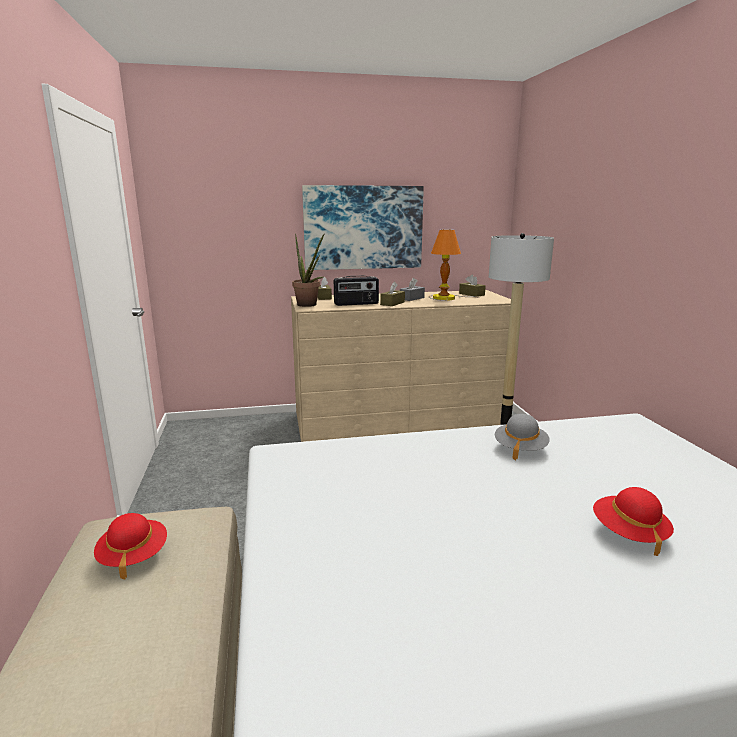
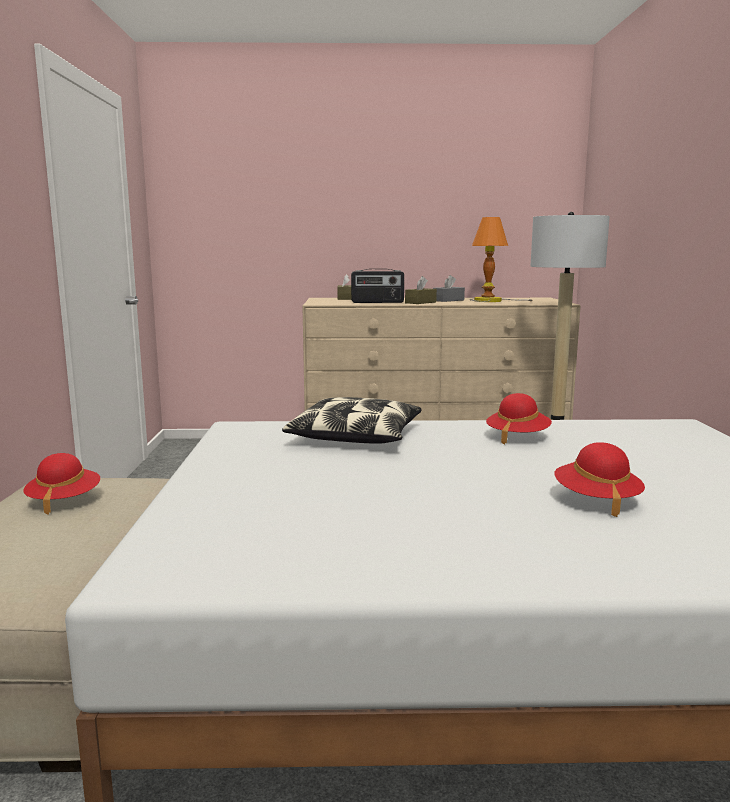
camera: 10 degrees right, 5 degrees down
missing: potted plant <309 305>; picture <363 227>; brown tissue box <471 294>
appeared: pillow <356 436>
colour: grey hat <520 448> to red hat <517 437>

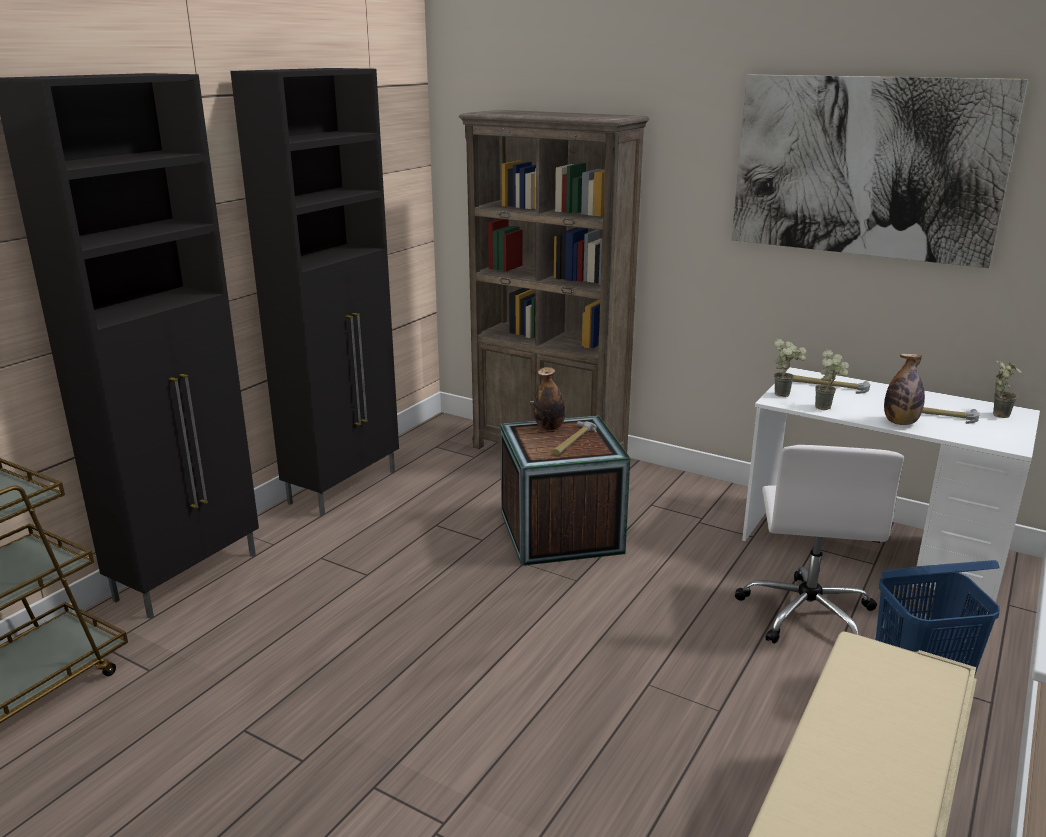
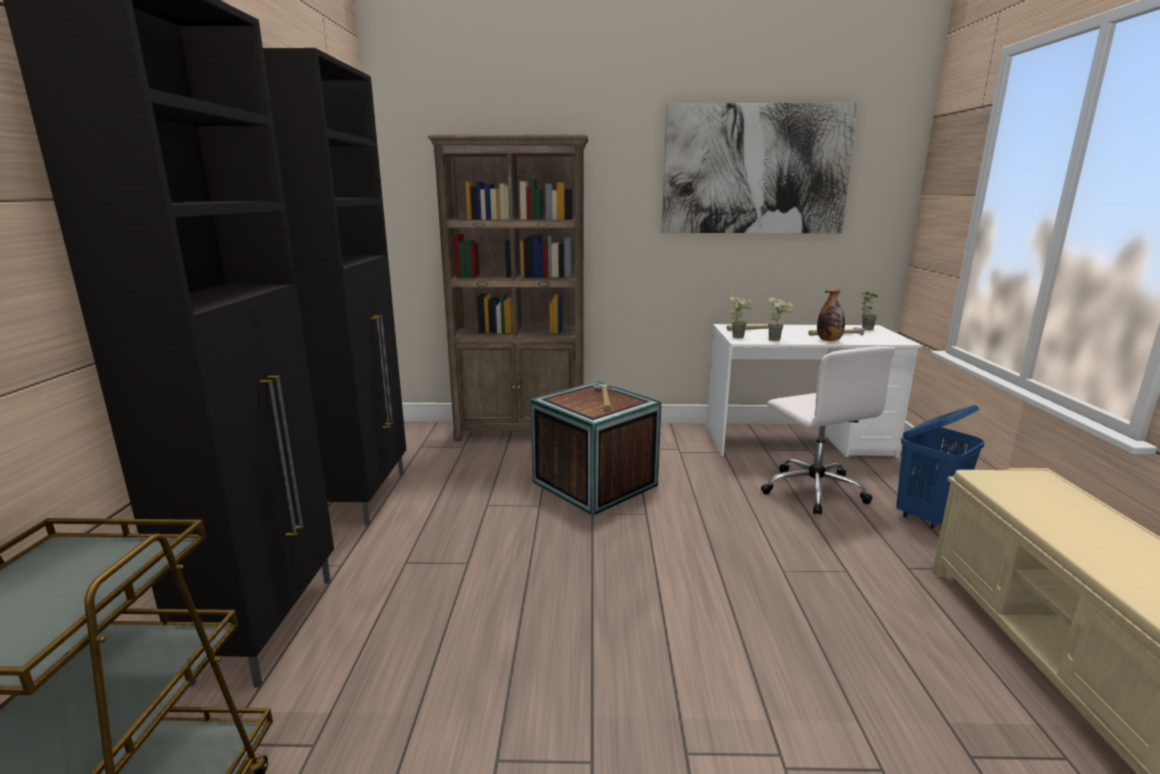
camera: 30 degrees left, 5 degrees down
missing: bottle <549 427>

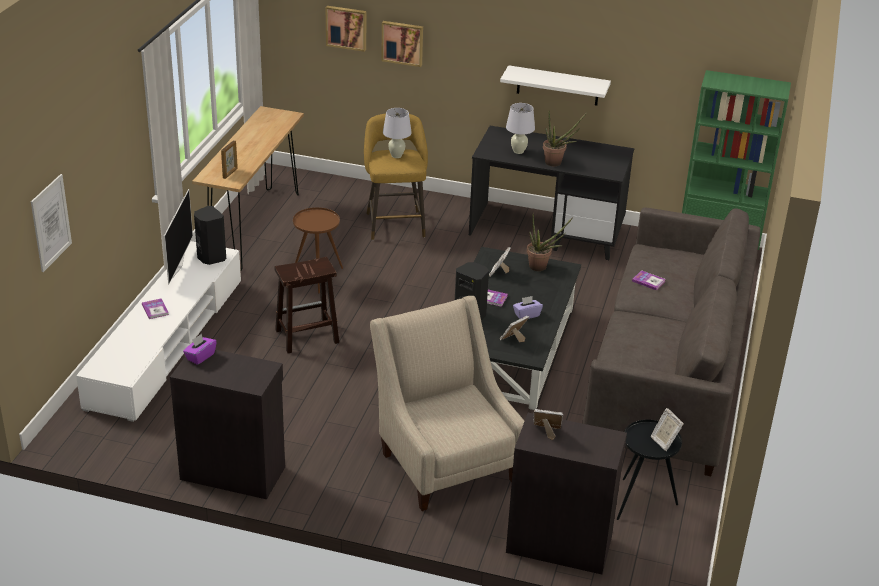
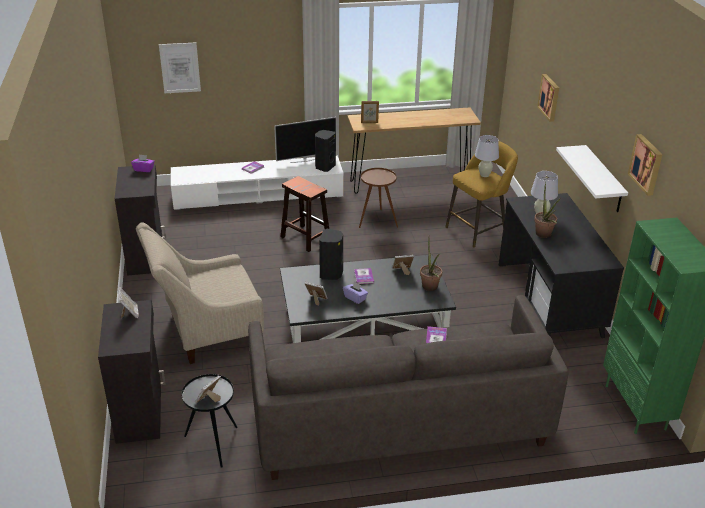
camera: 65 degrees right, 0 degrees up
relocated: picture <346 27> to <647 164>
spun: beige armchair <444 461> = <206 333> 150 degrees counterclockwise

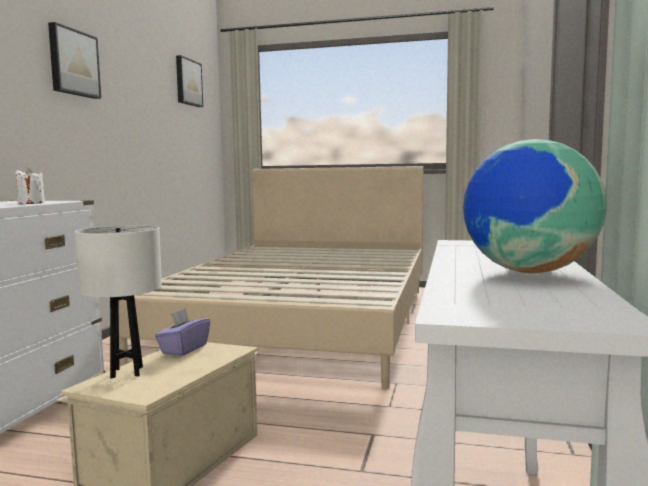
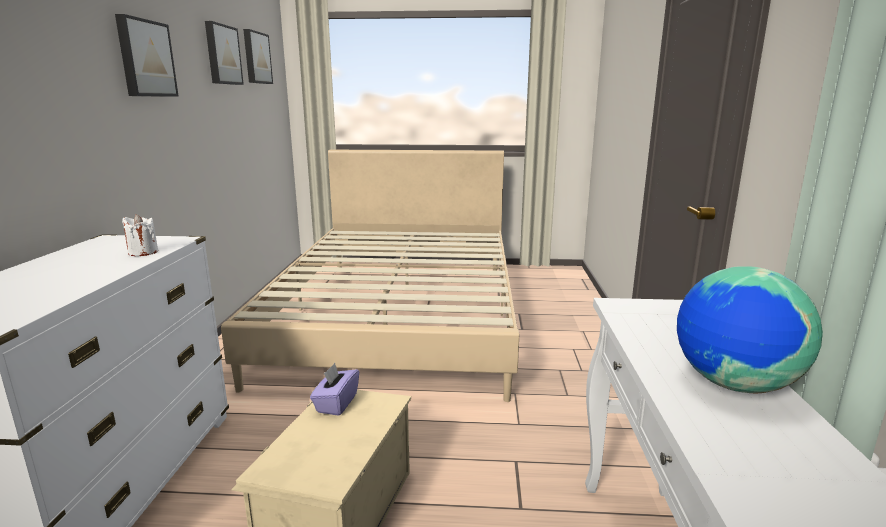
camera: 10 degrees left, 10 degrees up
missing: white table lamp <127 372>
appeared: picture <222 54>

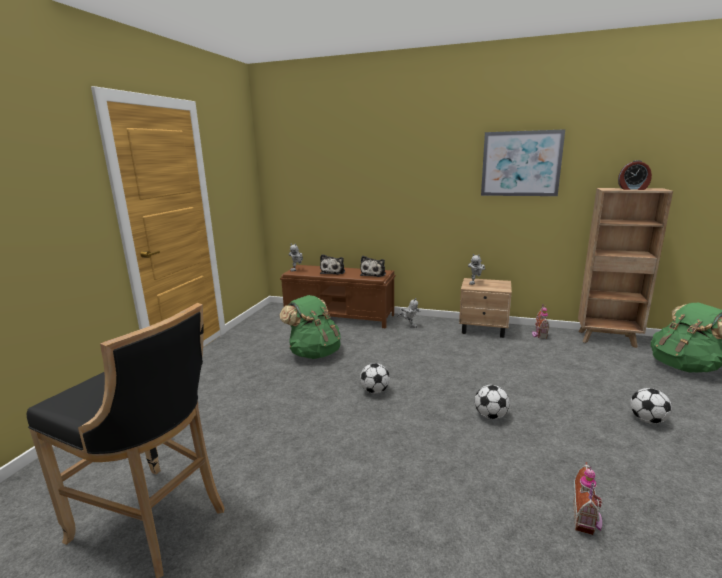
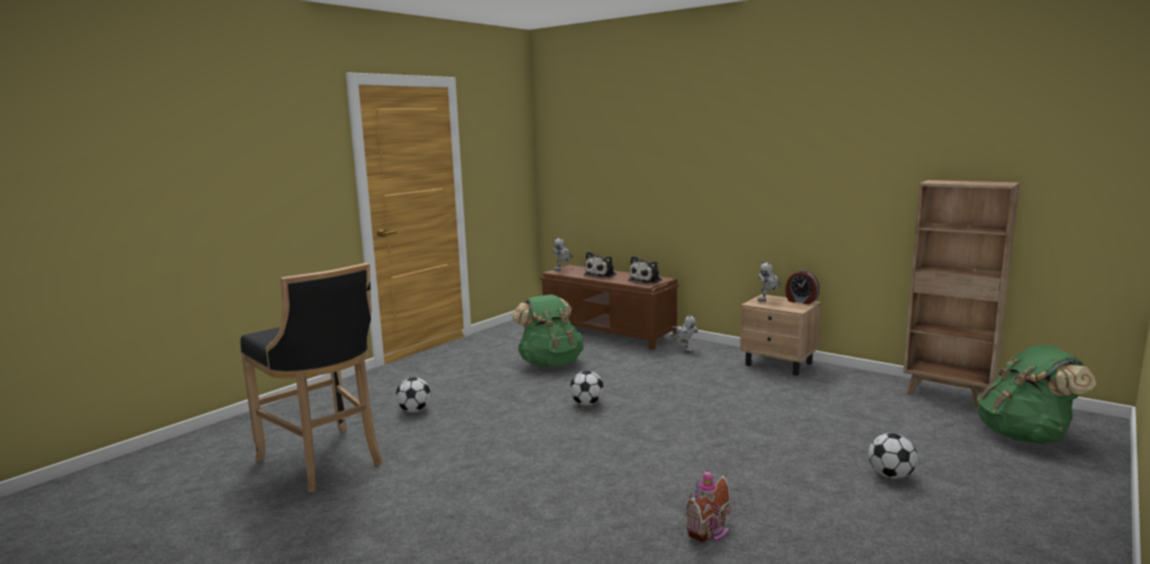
camera: 20 degrees right, 5 degrees down
missing: picture <521 164>; toy house <539 335>
relocated: football <490 416> to <415 411>; alarm clock <632 189> to <801 301>

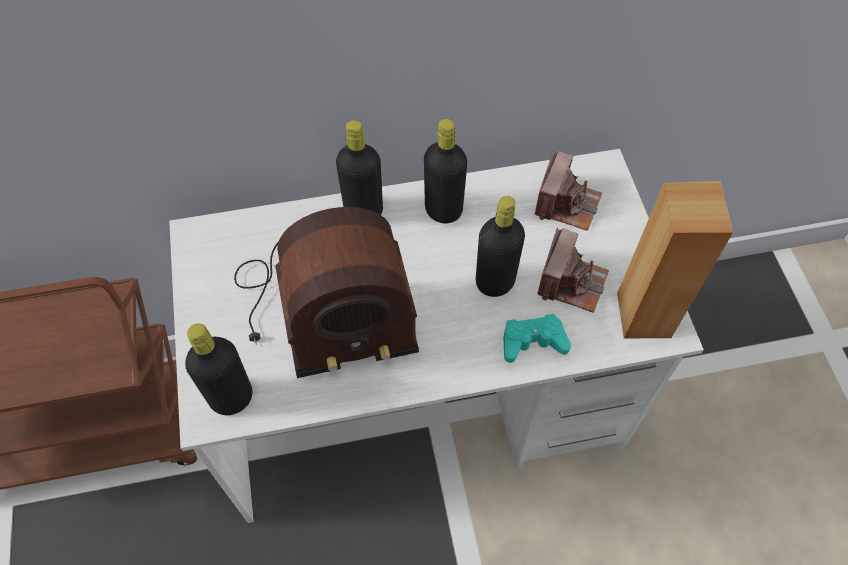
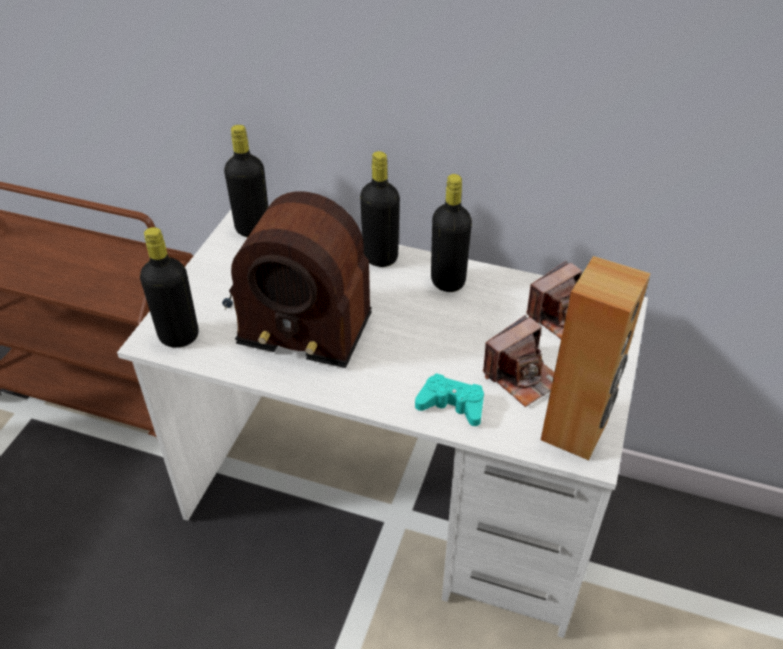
camera: 30 degrees right, 15 degrees down
relocated: black bottle <495 282> to <253 229>

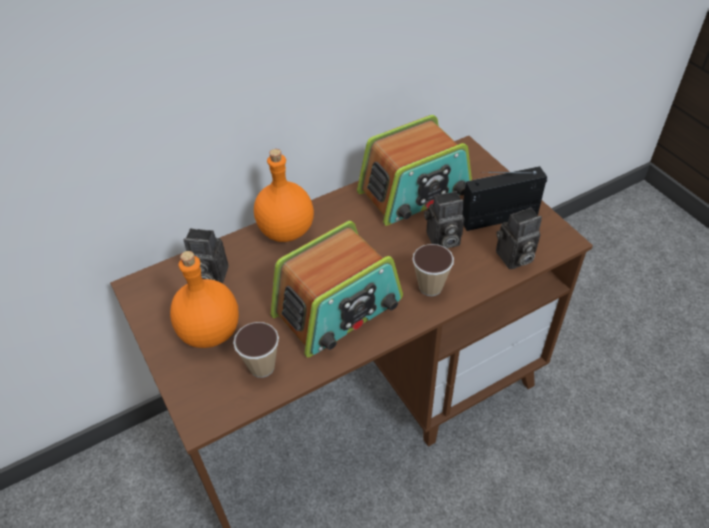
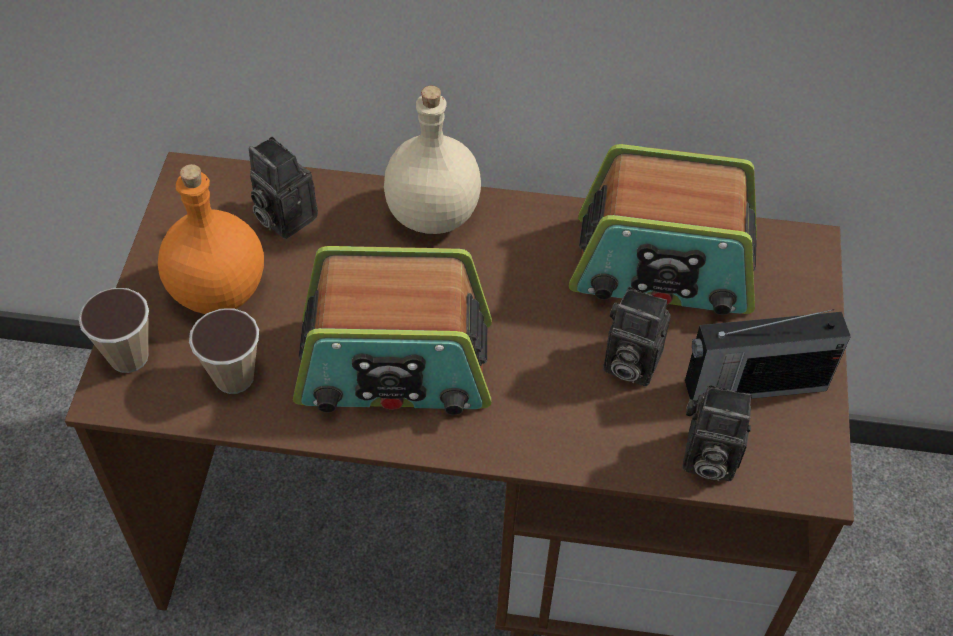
camera: 35 degrees right, 5 degrees up
relocated: cup <430 287> to <129 357>
colour: orange bottle <286 230> to beige bottle <433 213>
spun: radio <501 217> = <752 385> 150 degrees clockwise

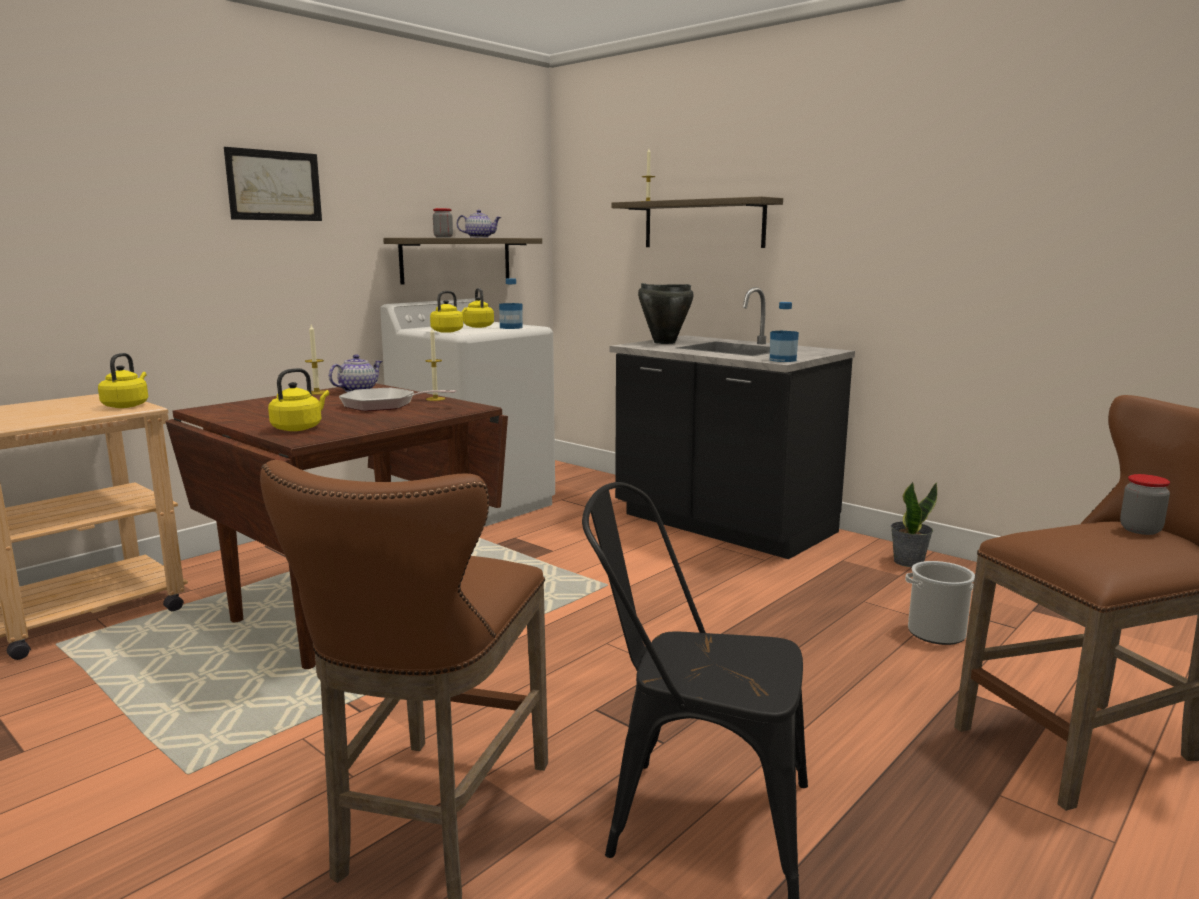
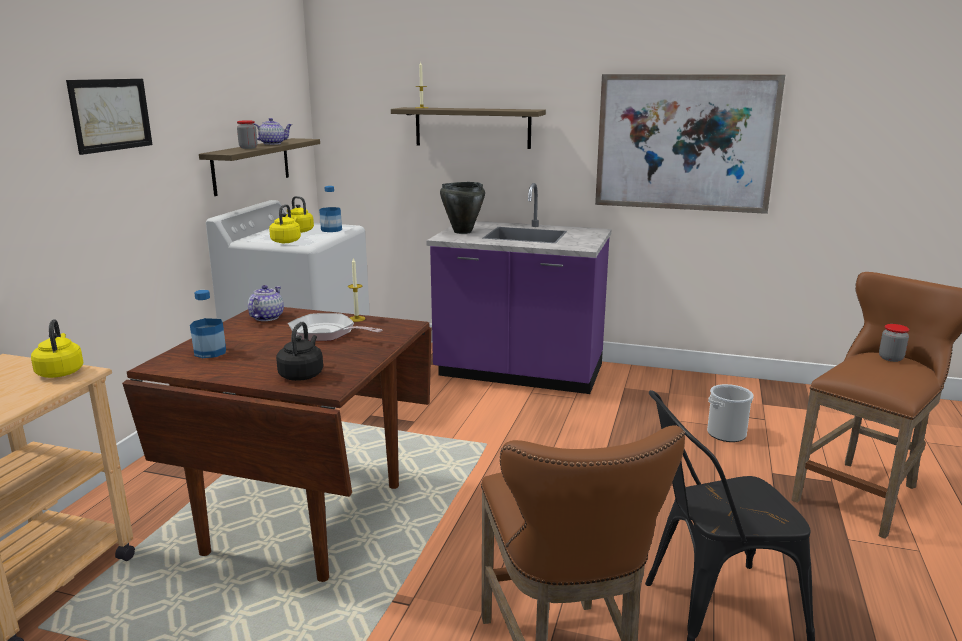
camera: 25 degrees left, 5 degrees up
missing: candle <317 392>; potted plant <908 561>
appeared: picture <684 143>
relocated: bottle <782 360> to <210 352>
colour: yellow kettle <299 428> to black kettle <302 374>; black counter <722 525> to purple counter <519 373>
spun: frying pan <384 405> = <326 333> 45 degrees clockwise

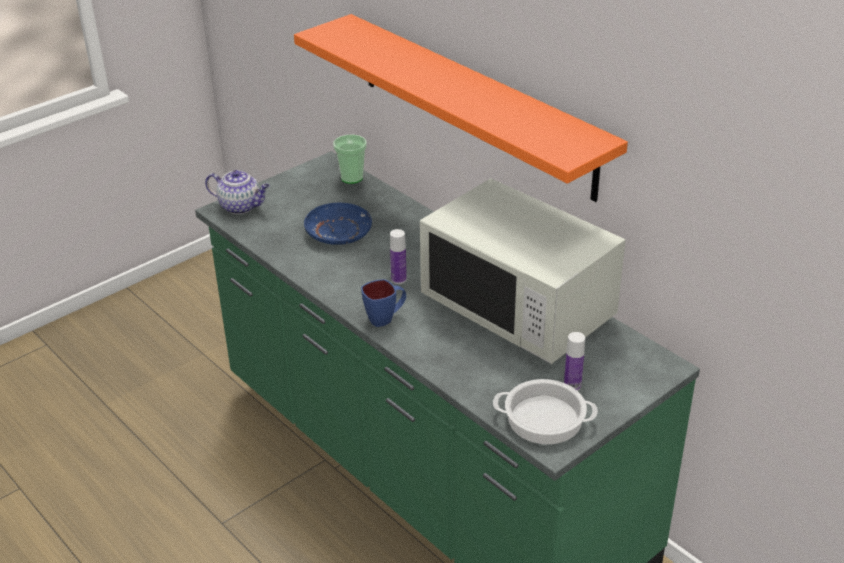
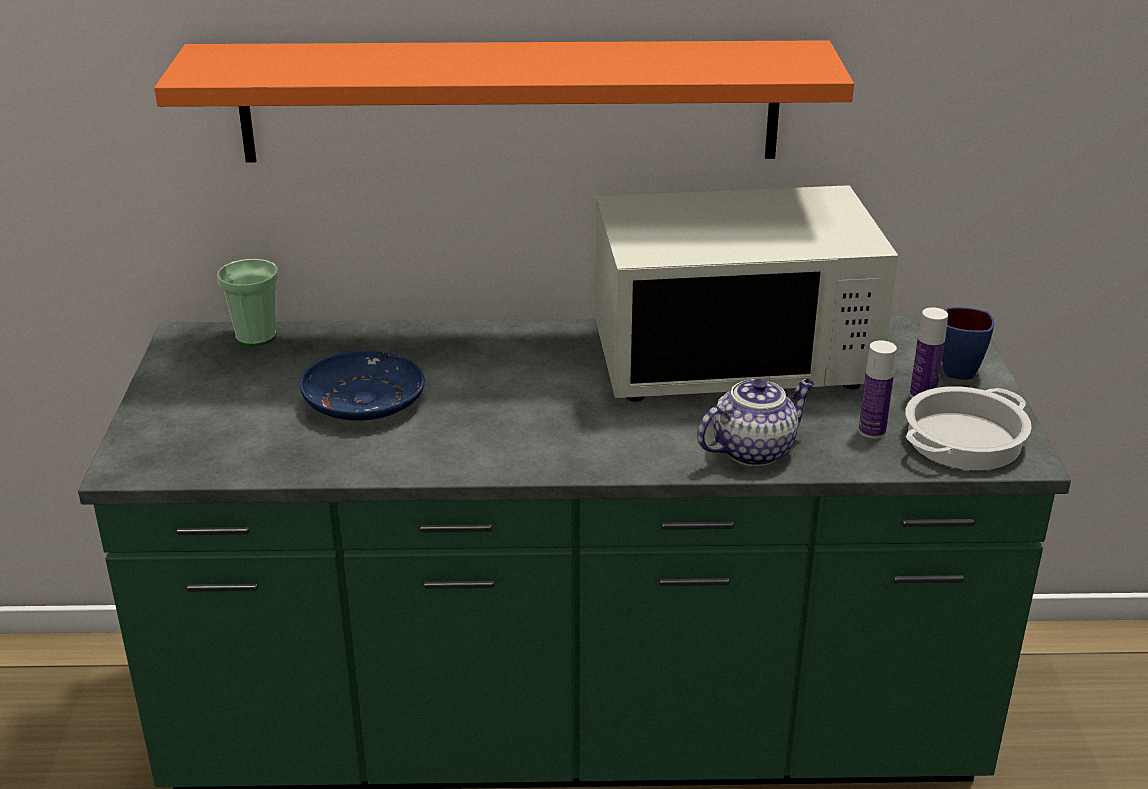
camera: 50 degrees left, 5 degrees down
relocated: teapot <241 206> to <754 450>; blue mug <385 318> to <959 367>; bottle <398 279> to <872 431>

